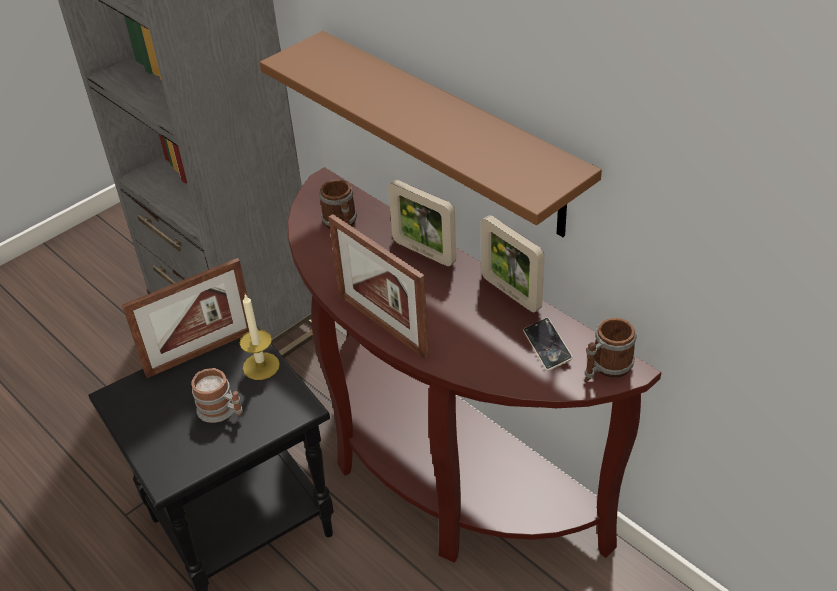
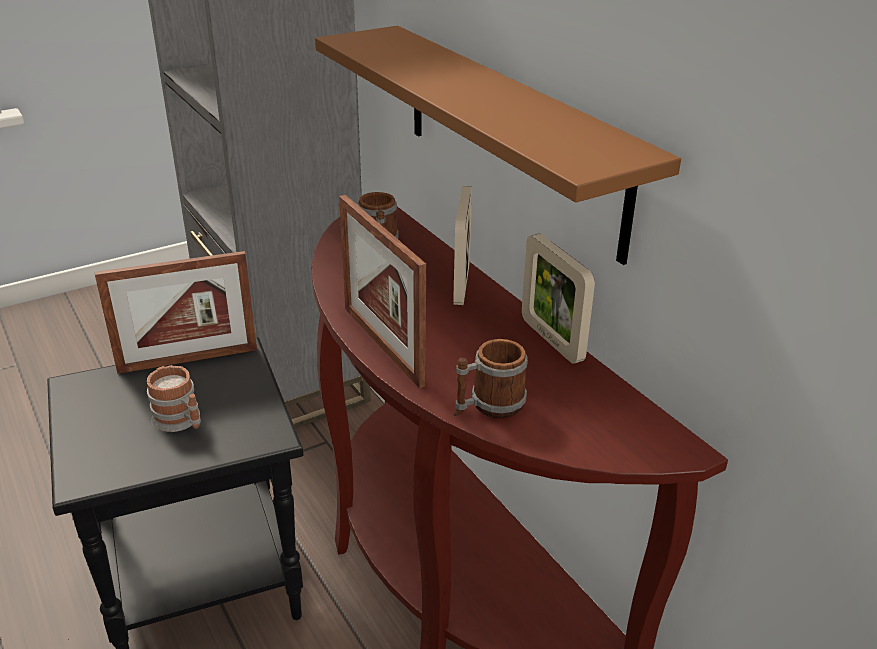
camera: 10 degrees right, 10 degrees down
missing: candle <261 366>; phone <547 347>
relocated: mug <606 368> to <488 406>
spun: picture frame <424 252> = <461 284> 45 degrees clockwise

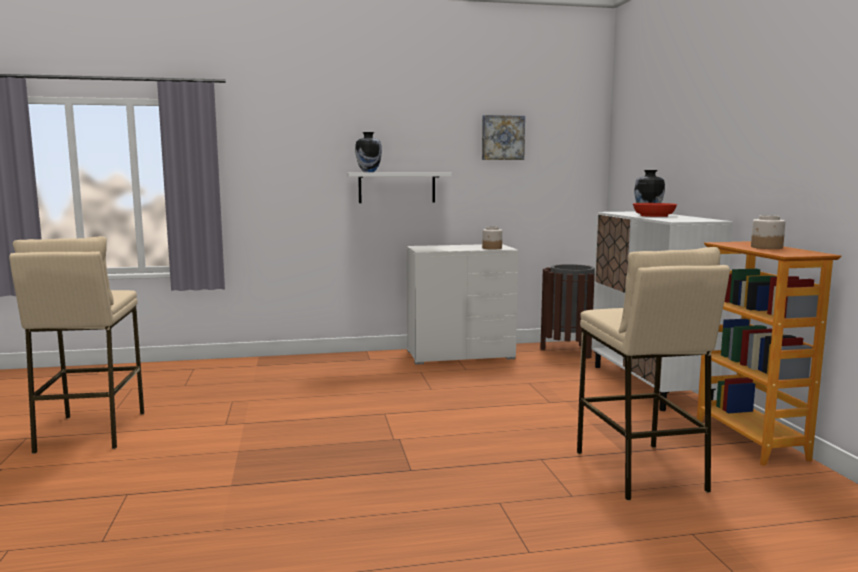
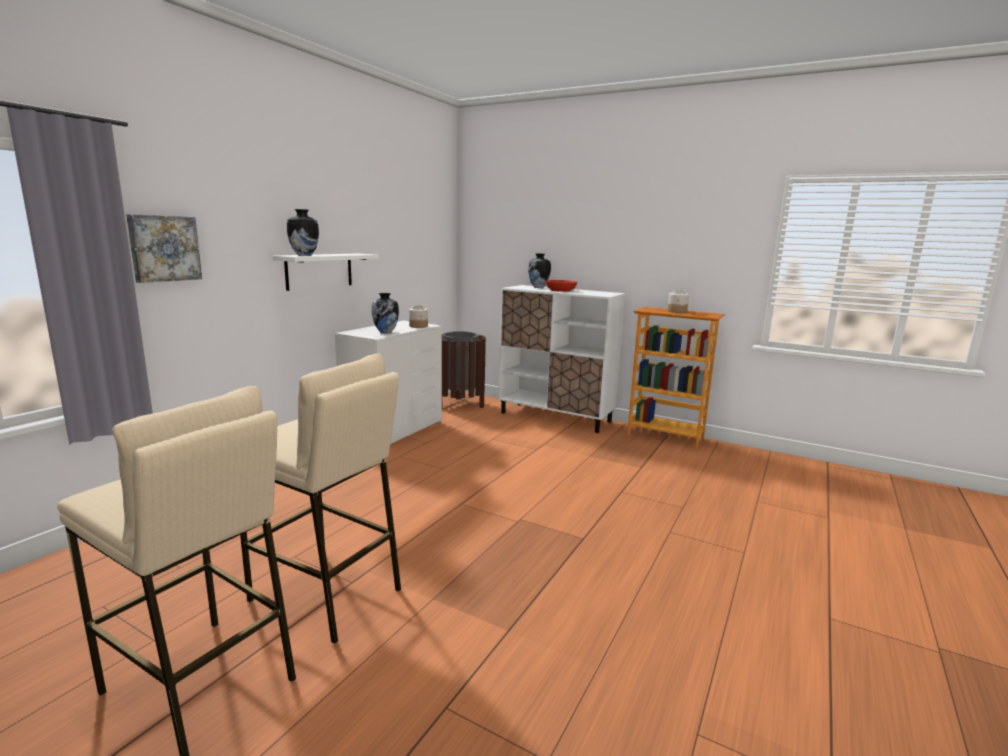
camera: 50 degrees left, 5 degrees up
appeared: vase <386 332>
relocated: picture <502 138> to <164 248>; beige stool <640 471> to <326 595>

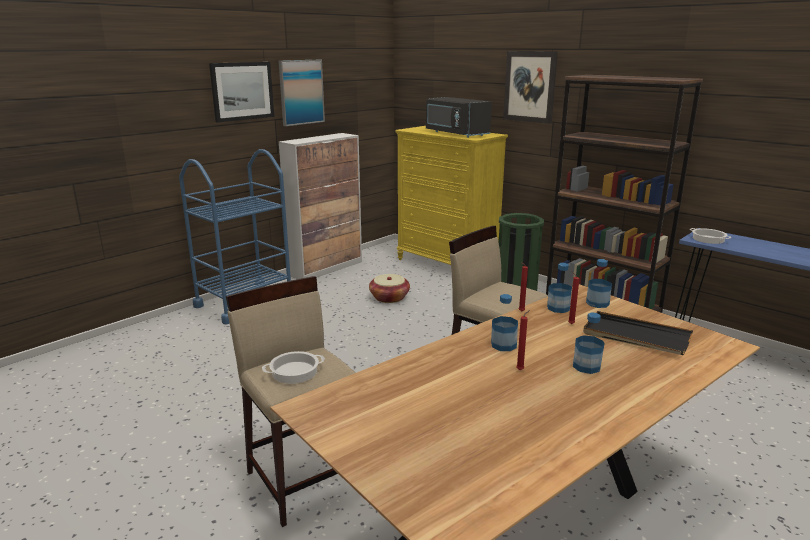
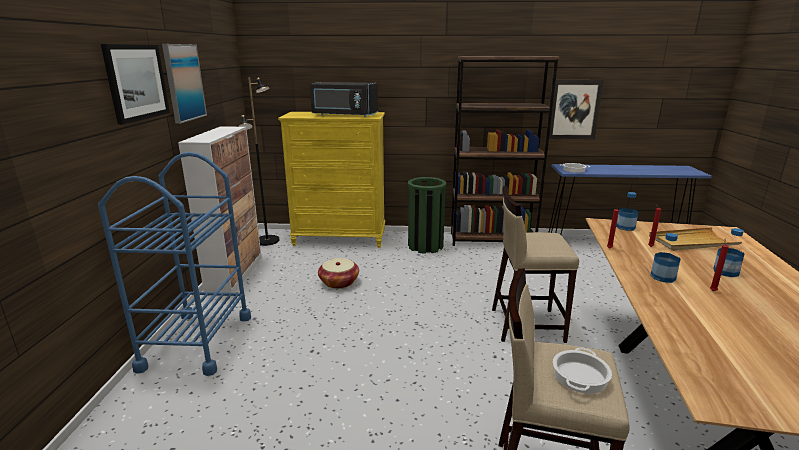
camera: 40 degrees left, 0 degrees up
missing: bottle <558 308>
appeared: black floor lamp <267 241>
relocated: picture <530 86> to <574 109>
colour: black tray <635 336> to beige tray <691 242>

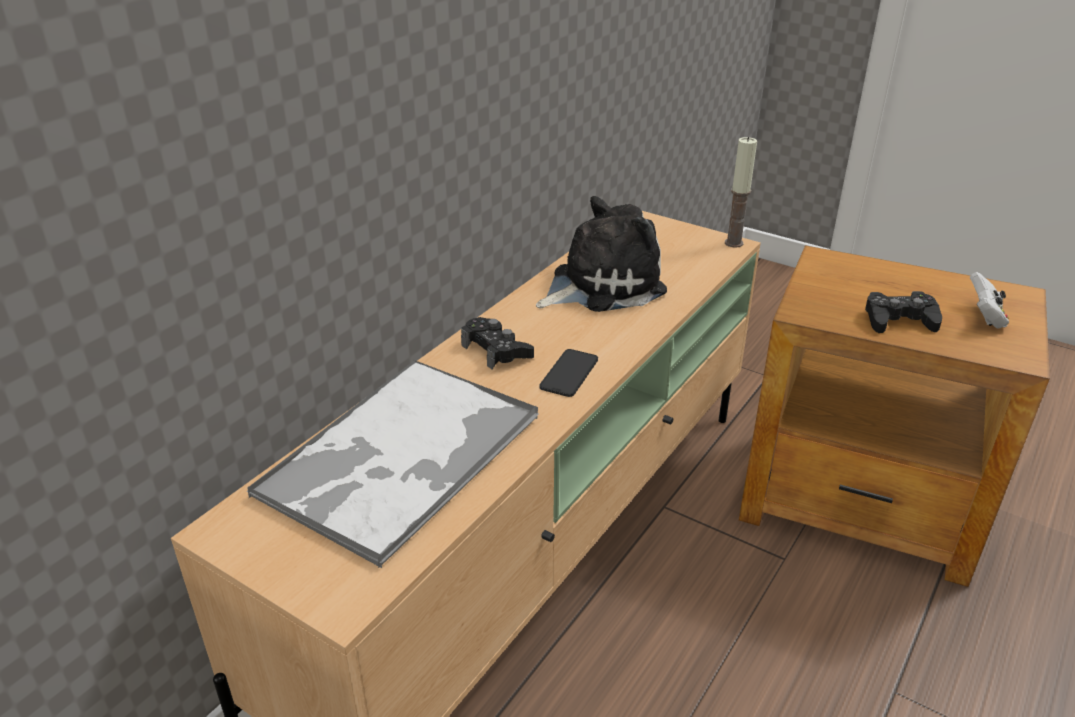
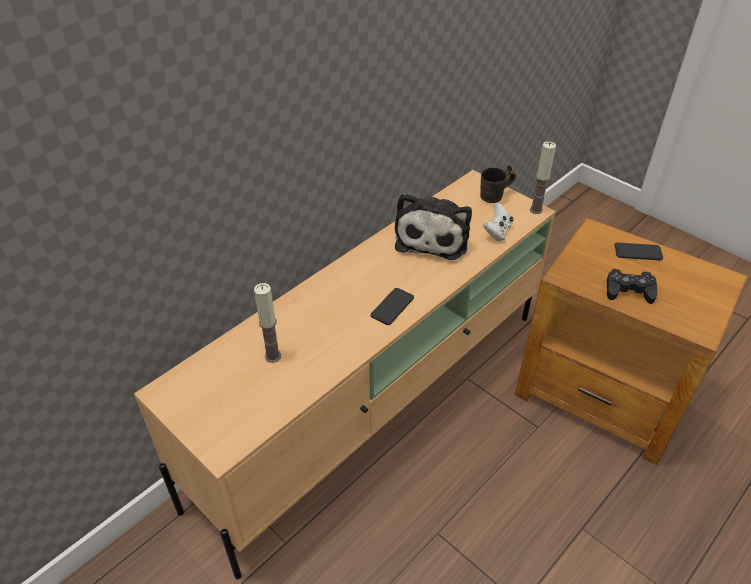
camera: 10 degrees right, 10 degrees up
missing: black game controller <496 350>
appeared: grey mug <496 198>; phone <638 252>
relocated: white game controller <984 317> to <497 232>
exchanged: tray <399 457> to candle <273 356>
spun: plush toy <601 285> = <433 236> 120 degrees clockwise

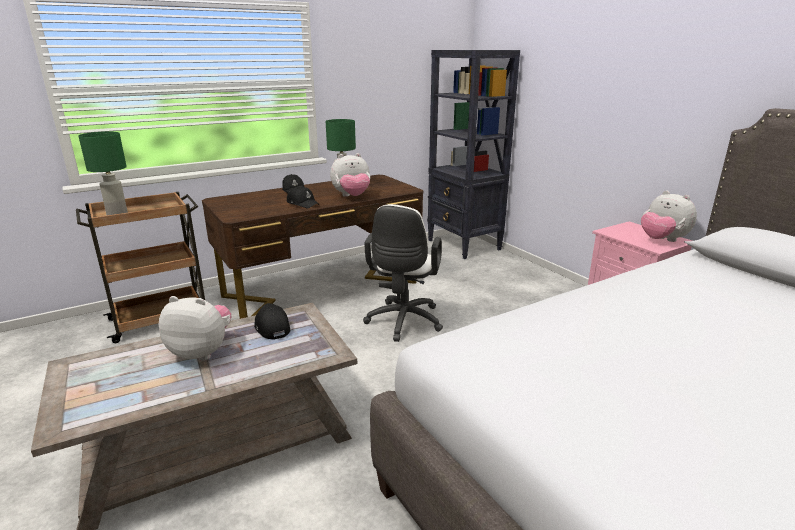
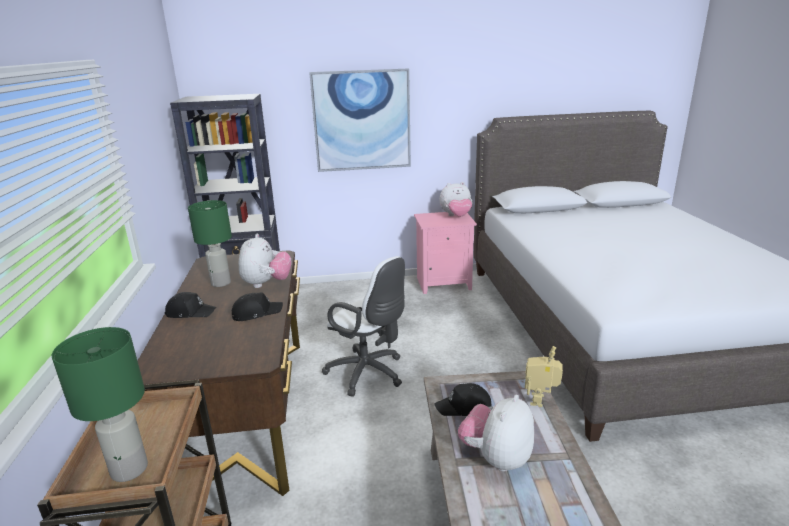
camera: 65 degrees left, 0 degrees up
appeared: picture <362 121>; toy robot <541 400>

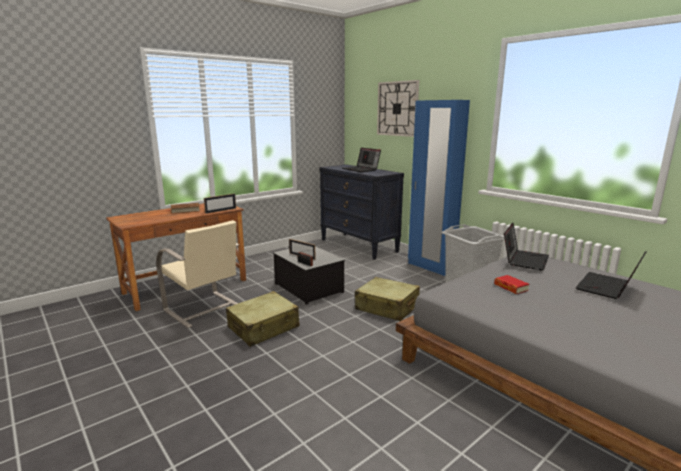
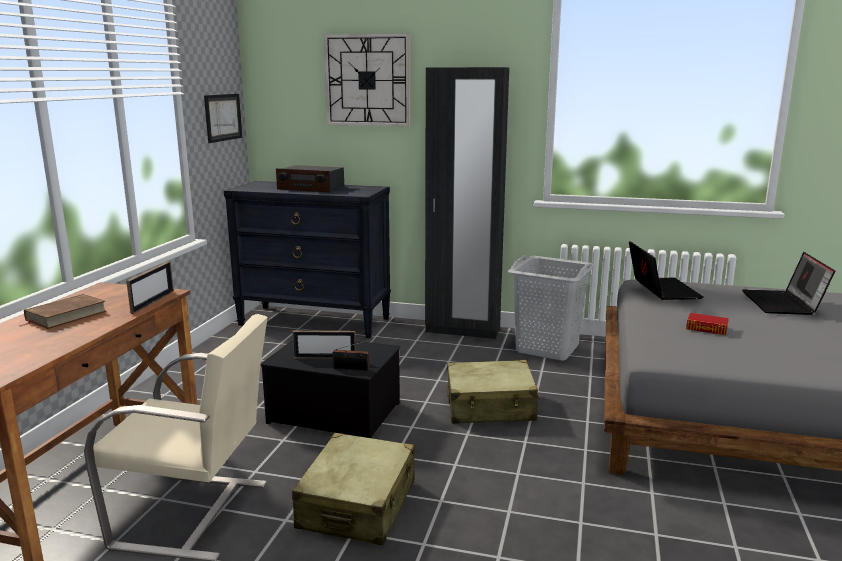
camera: 35 degrees left, 0 degrees up
appeared: picture <223 117>
exchanged: laptop <361 169> to radio <311 188>
colour: blue wardrobe <430 267> to black wardrobe <462 331>

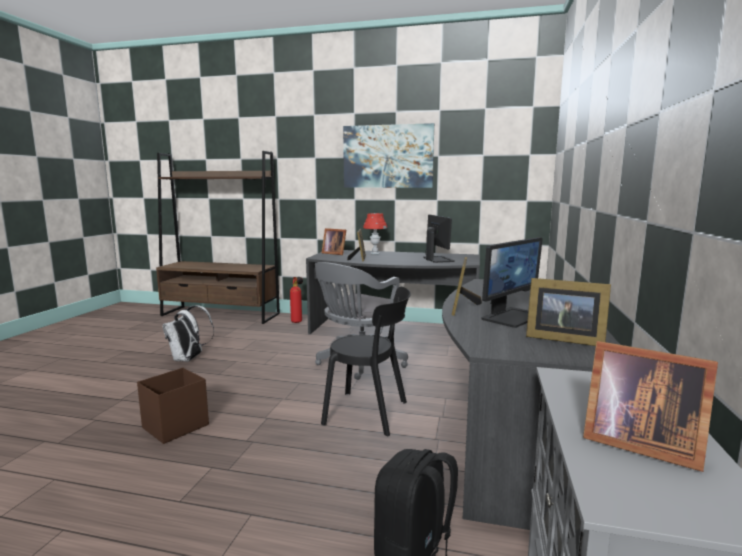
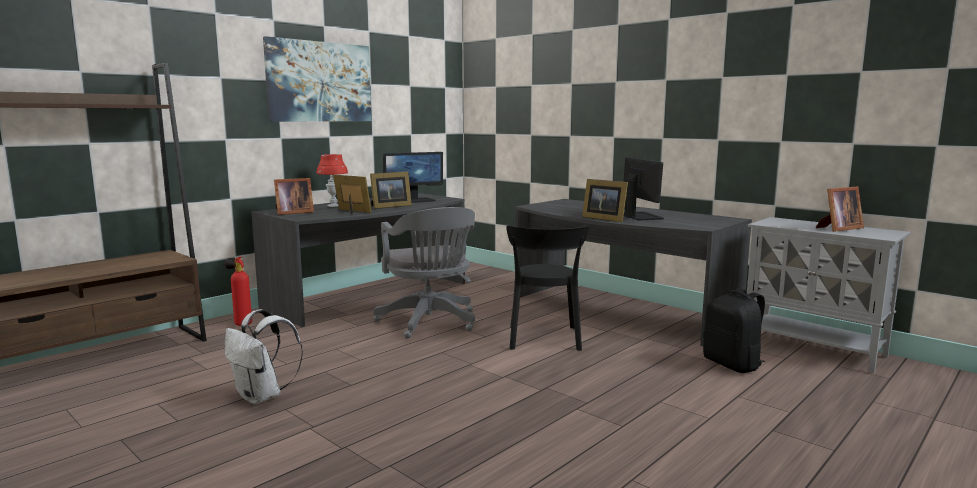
camera: 60 degrees left, 0 degrees up
missing: brown storage box <174 427>
relocated: picture frame <561 338> to <389 206>
spun: black chair <370 413> = <544 340> 135 degrees clockwise; monitor <437 259> = <414 200> 135 degrees clockwise

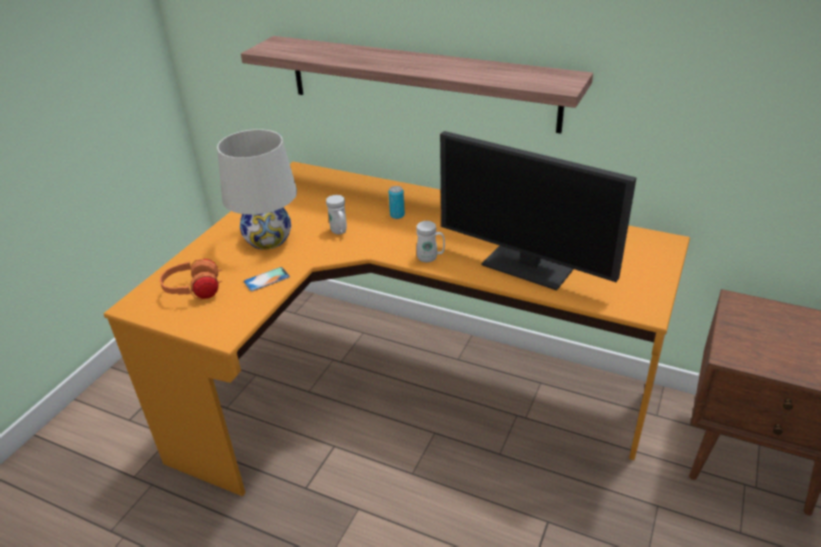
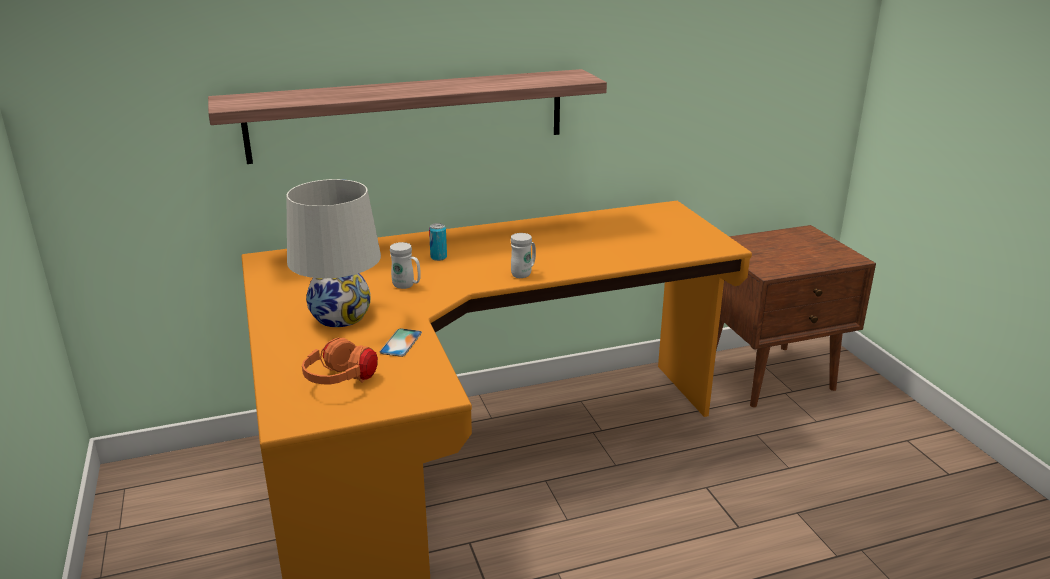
camera: 45 degrees left, 10 degrees down
missing: monitor <530 265>

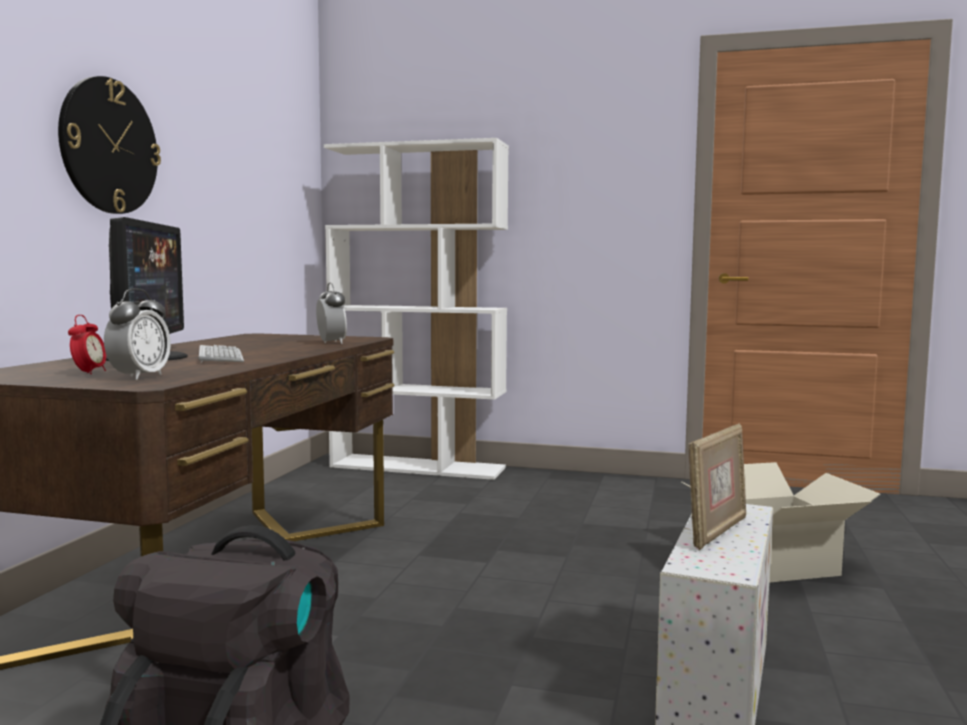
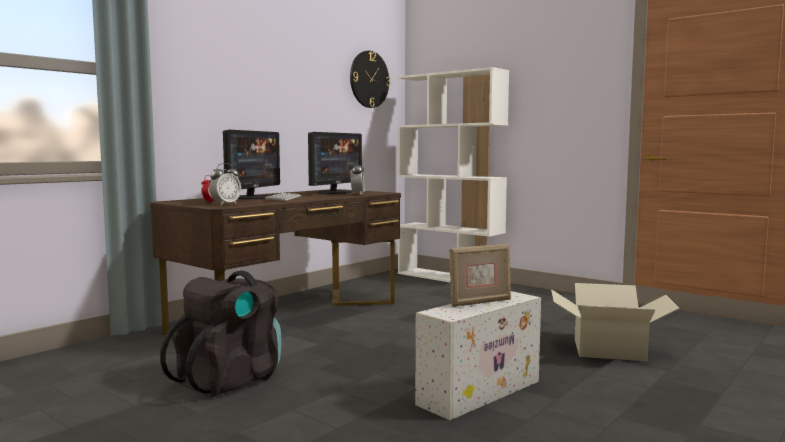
camera: 25 degrees right, 0 degrees up
appeared: monitor <334 192>
relocated: wall clock <109 146> to <369 79>

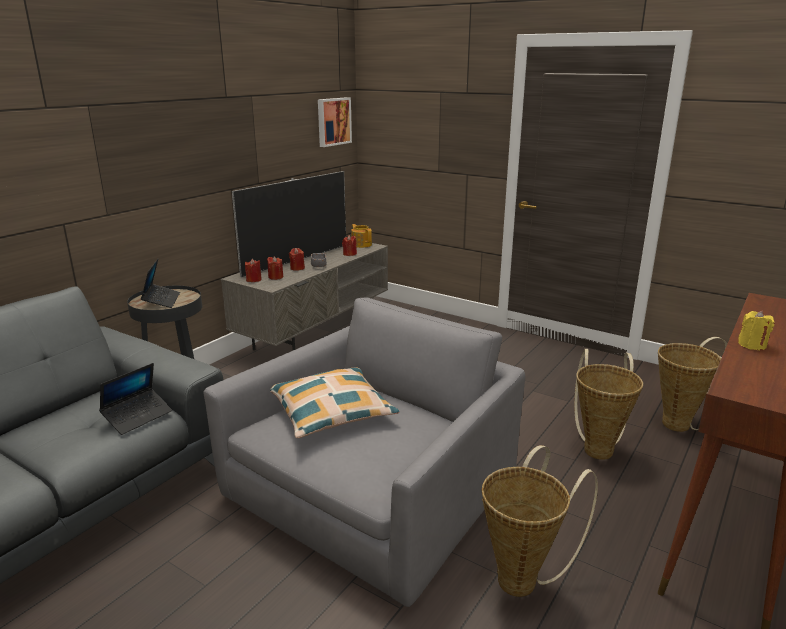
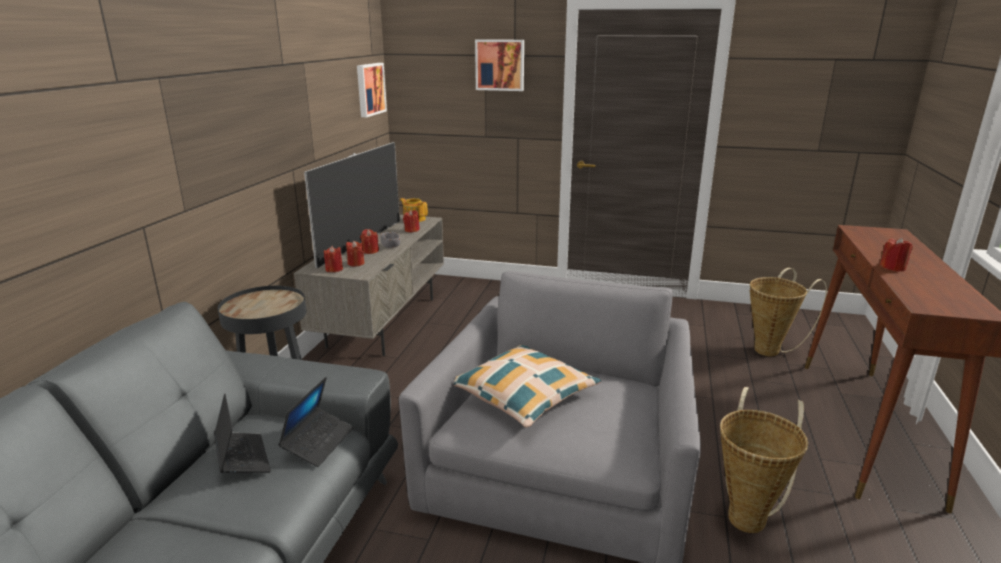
camera: 20 degrees left, 0 degrees up
missing: basket <598 447>
appeared: picture <500 65>
relocated: laptop <161 300> to <242 458>
colour: yellow candle <752 345> to red candle <893 268>

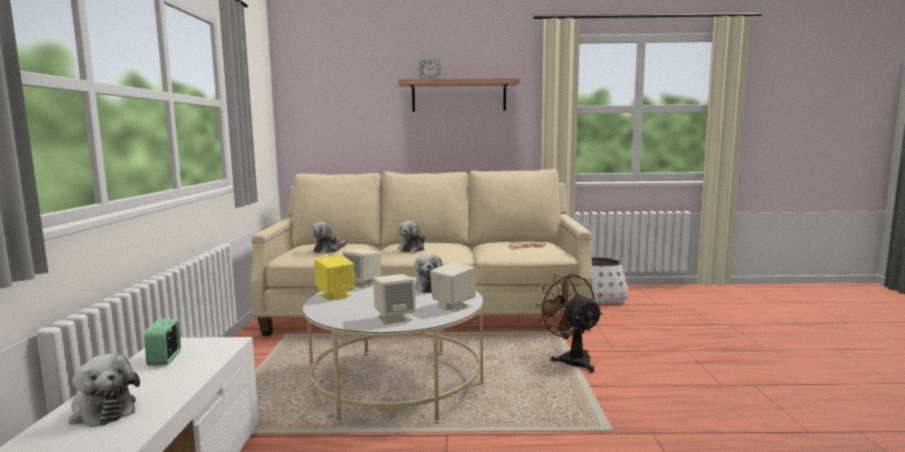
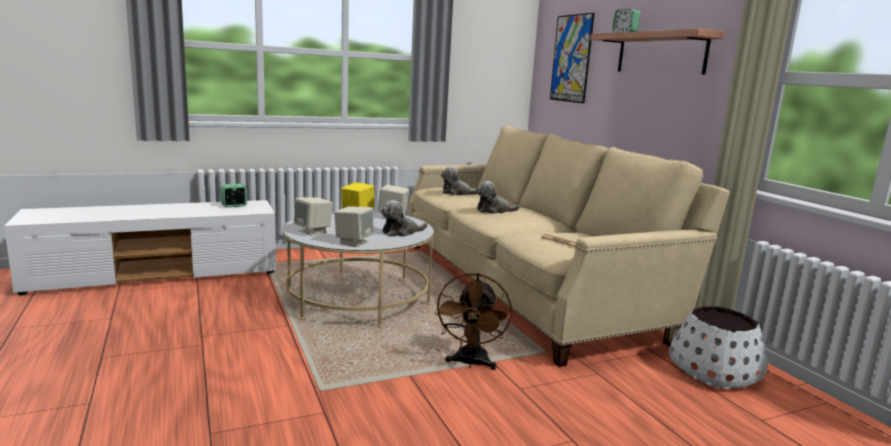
camera: 65 degrees right, 5 degrees up
missing: plush toy <102 410>
appeared: picture <571 58>
spun: brown fan <571 359> = <471 363> 150 degrees clockwise

